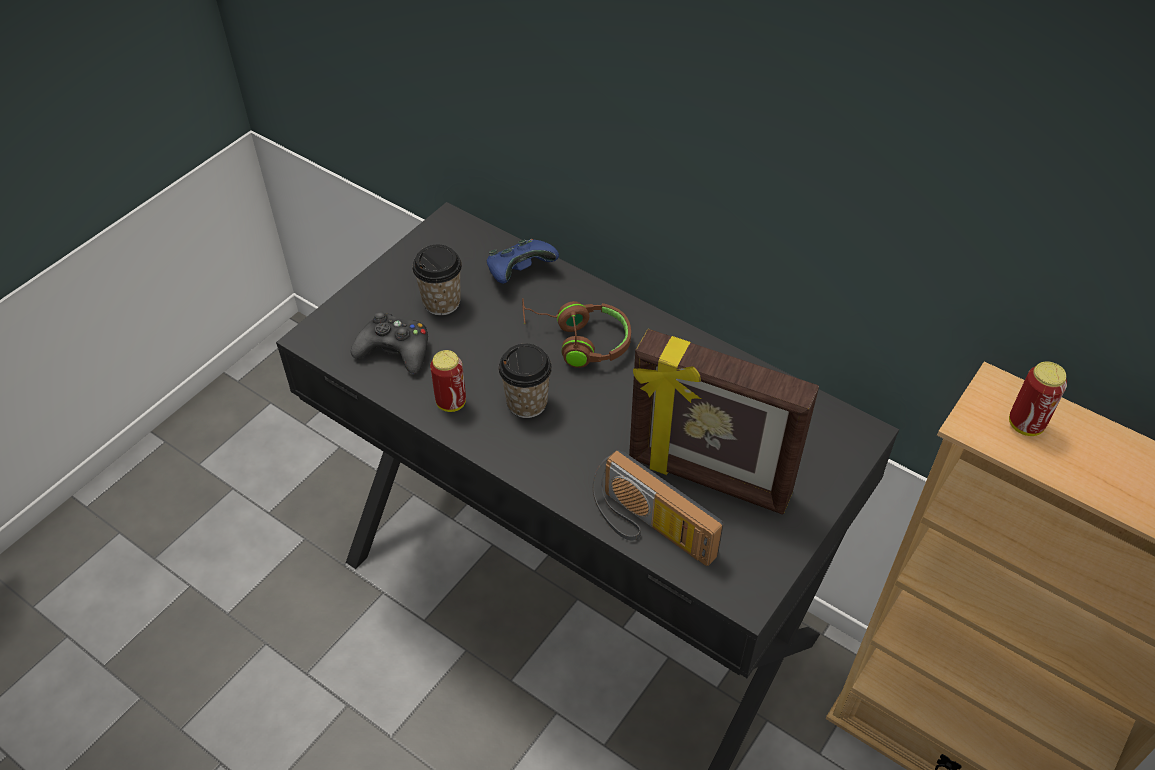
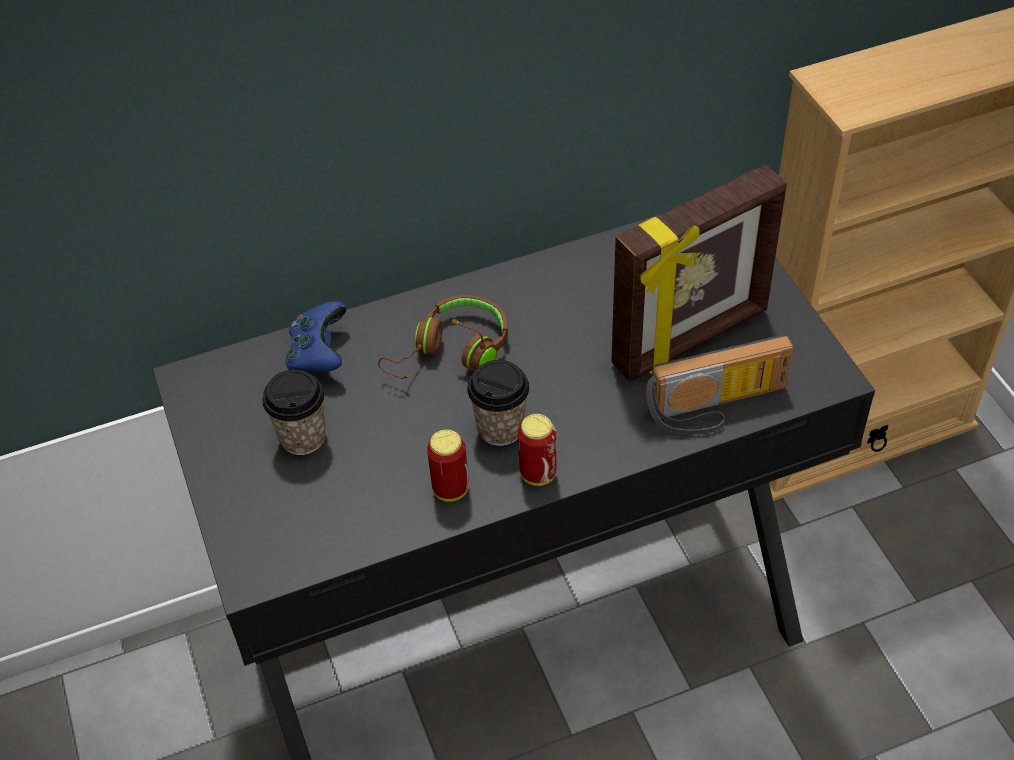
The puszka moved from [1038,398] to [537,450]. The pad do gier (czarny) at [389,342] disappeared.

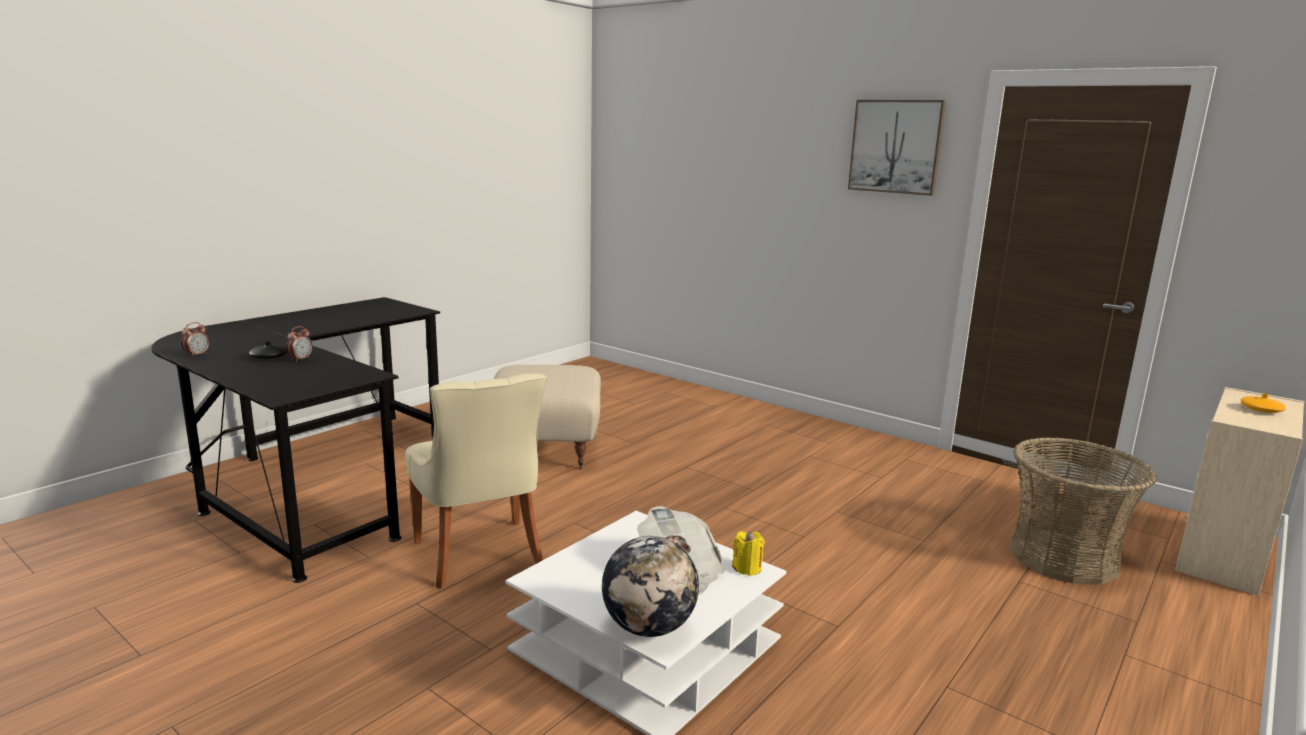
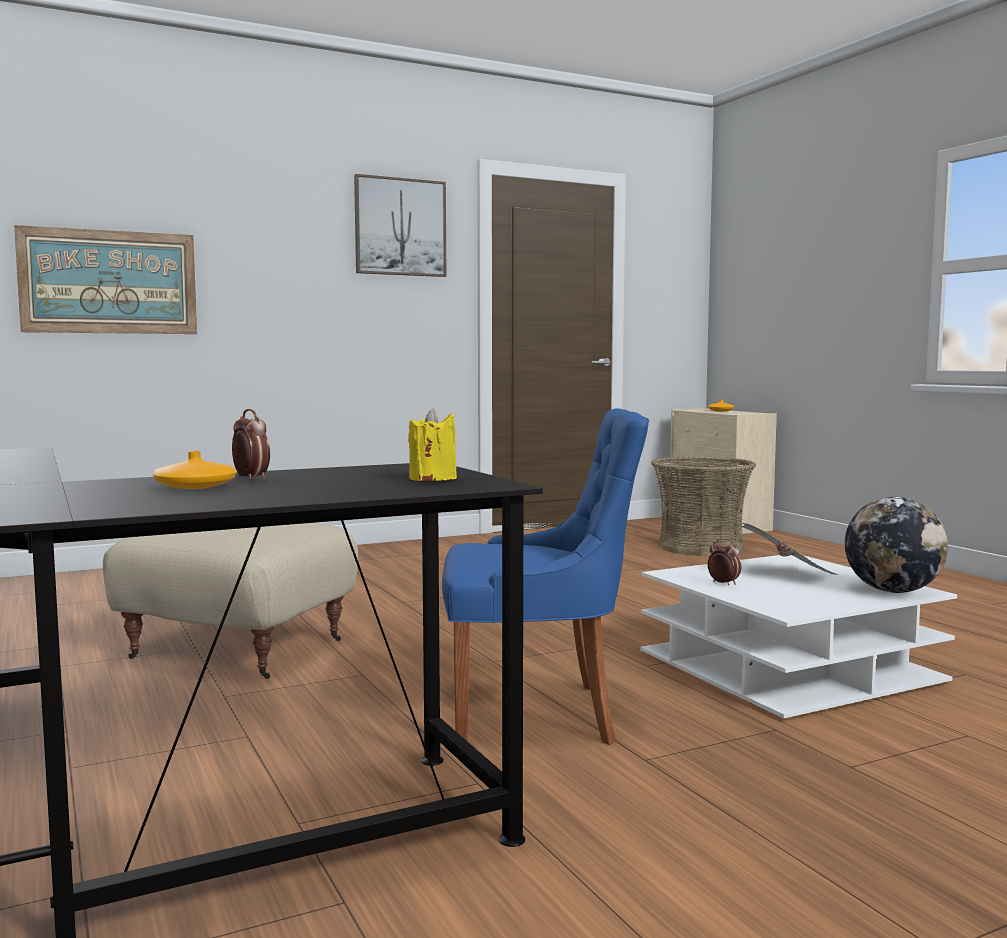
The obraz at [105,279] appeared. The wazon (czarny) at [268,350] became the wazon (pomarańczowy) at [195,470]. The świeca (żółty) moved from [748,553] to [432,445]. The krzesło (beżowy) at [476,480] became the krzesło (niebieski) at [545,576]. The budzik moved from [195,339] to [724,561].

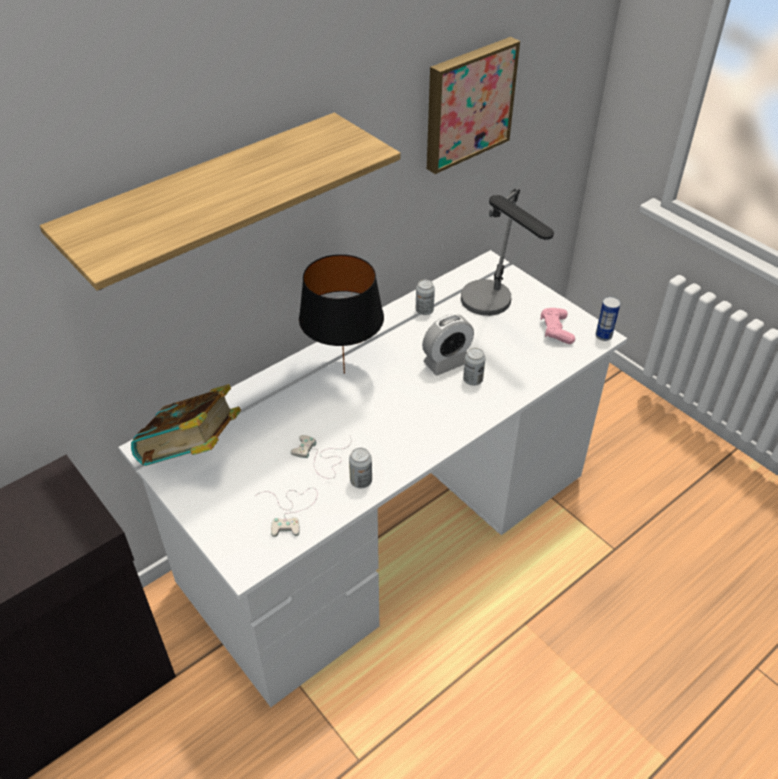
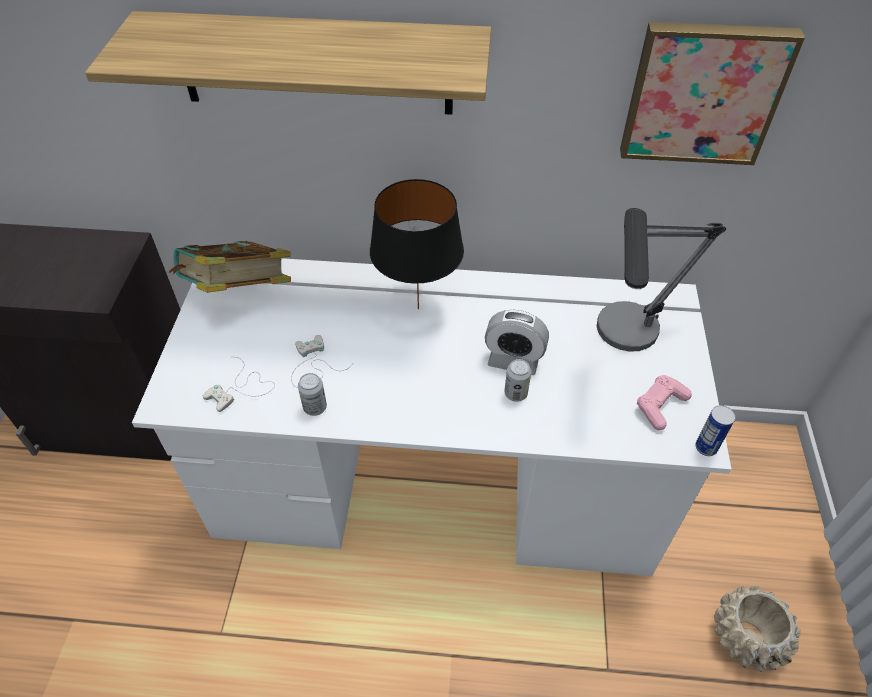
The donica (beżowy) at [757,629] appeared. The puszka at [425,297] disappeared.

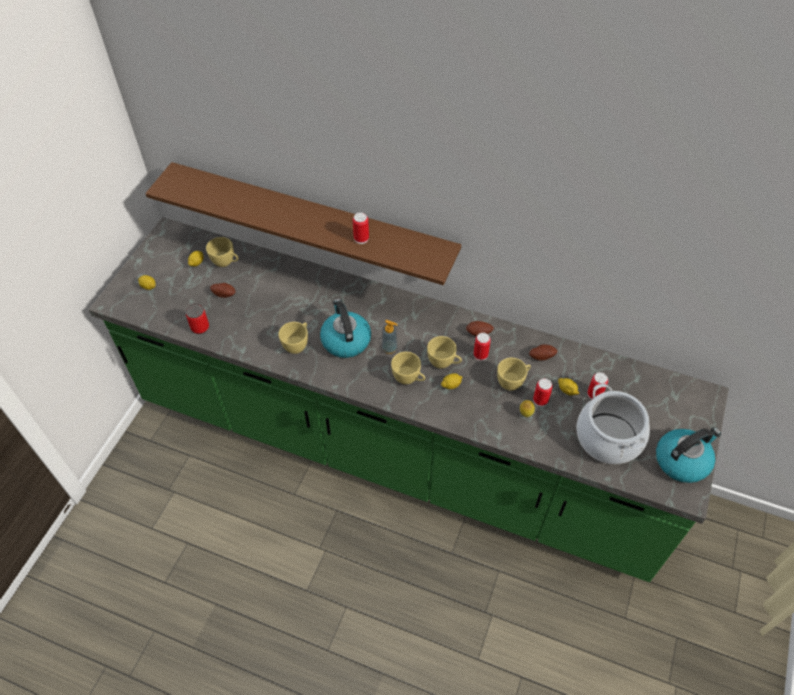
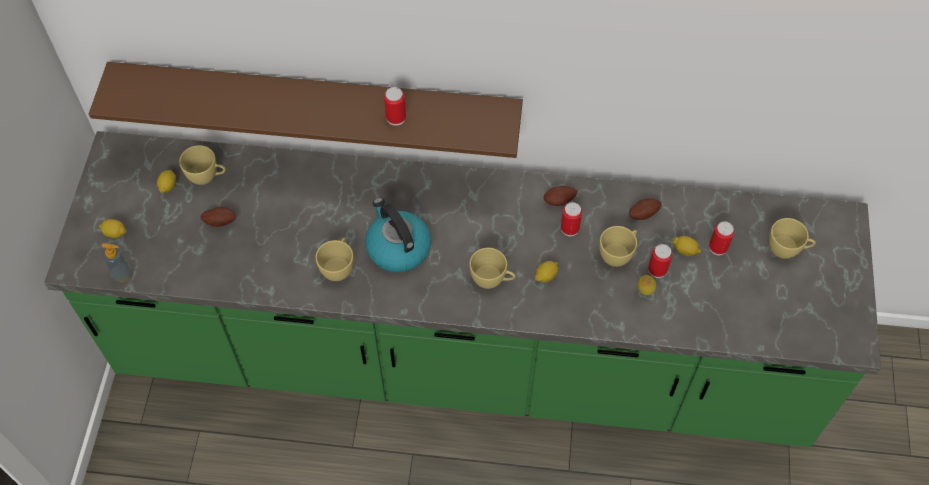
The dozownik mydła moved from [389,337] to [117,262]. The filiżanka (żółty) moved from [444,352] to [792,238]. The puszka at [197,318] disappeared. The garnek at [613,424] disappeared. The czajnik at [688,455] disappeared.

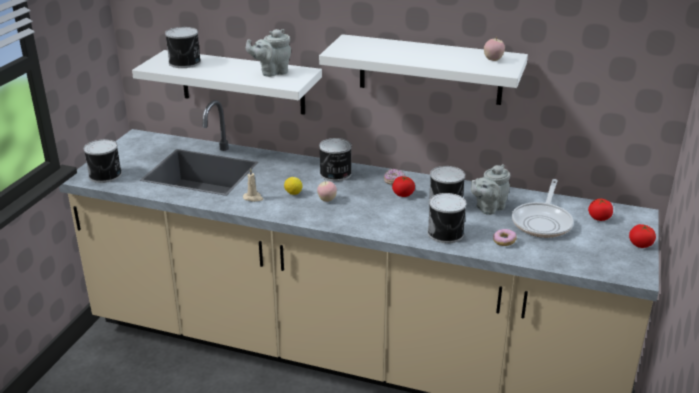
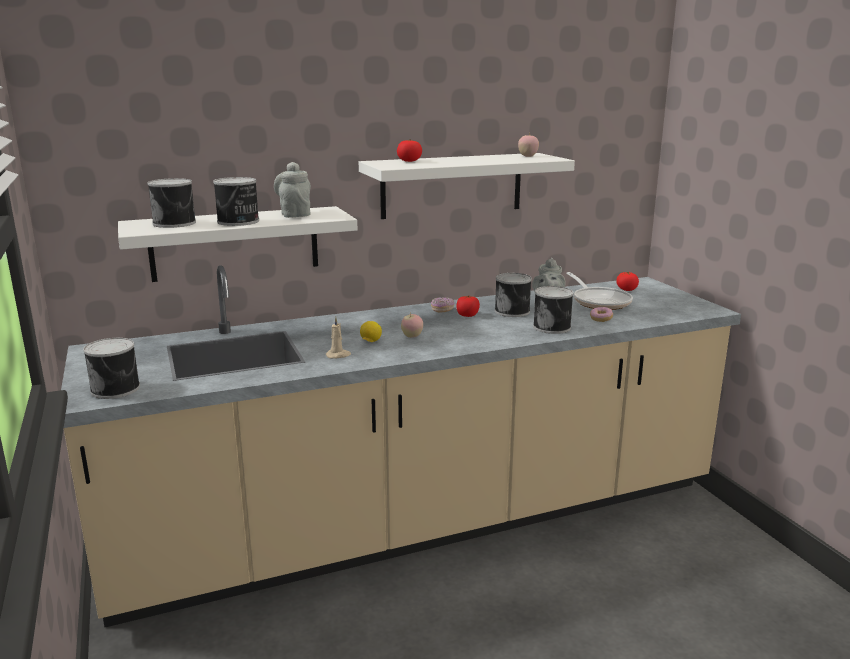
The puszka moved from [335,159] to [236,201]. The imbryk (szary) at [268,53] turned 135 degrees clockwise. The pomidor moved from [642,236] to [409,150].

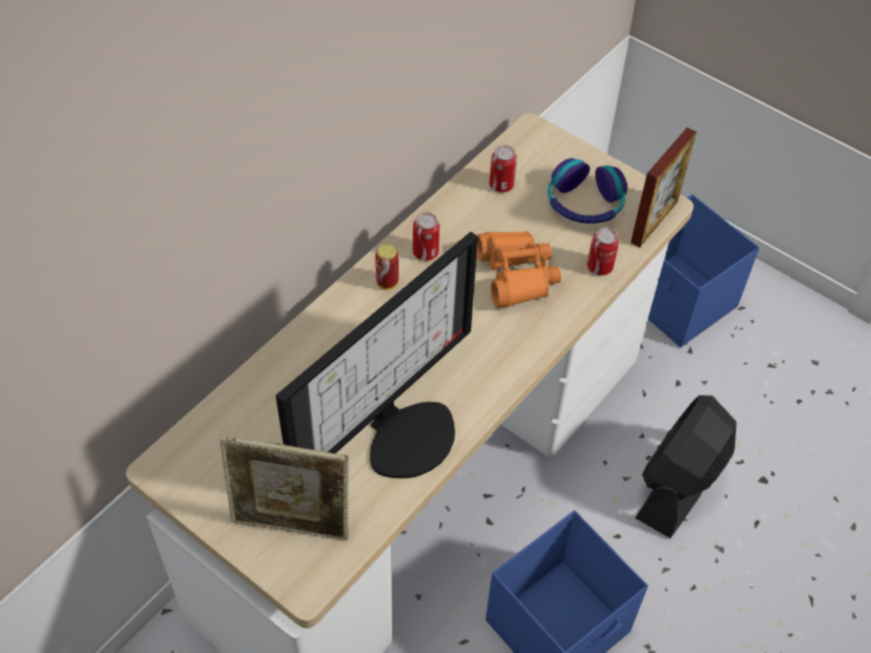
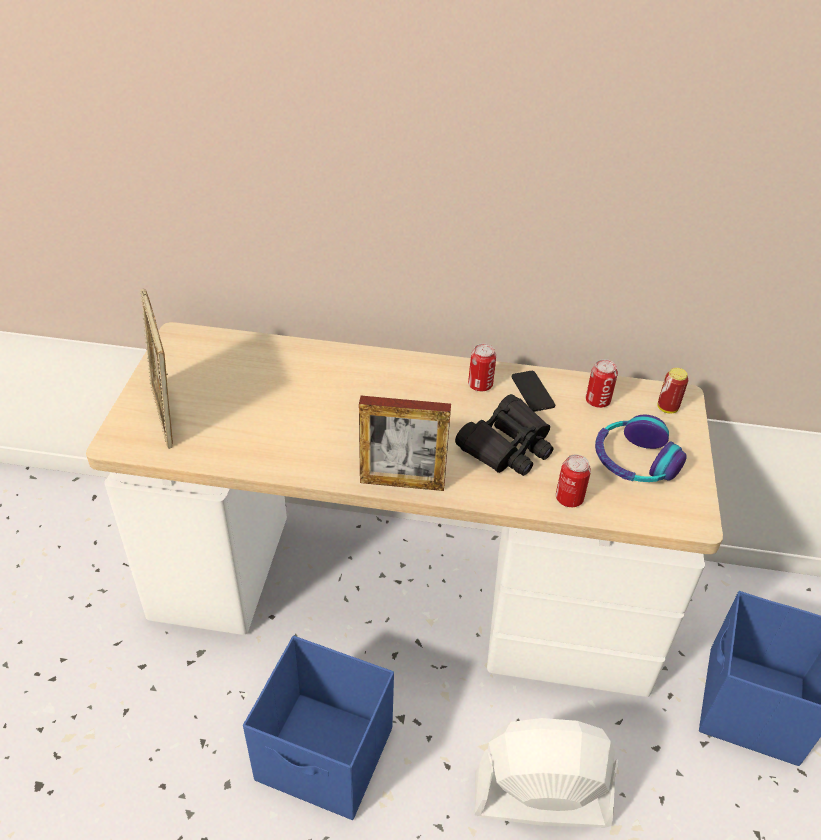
The ramka na zdjęcie moved from [664,187] to [405,443]. The lornetka (pomarańczowy) at [519,269] became the lornetka (czarny) at [504,435]. The wentylator (czarny) at [685,466] became the wentylator (biały) at [546,772]. The telefon at [533,391] appeared. The puszka moved from [387,267] to [673,391]. The monitor at [377,355] disappeared.

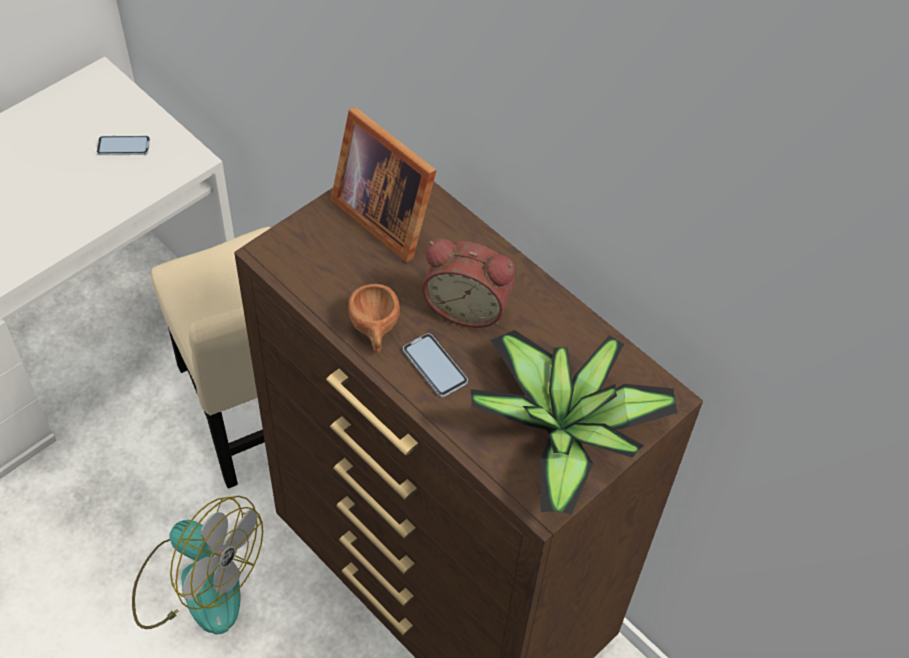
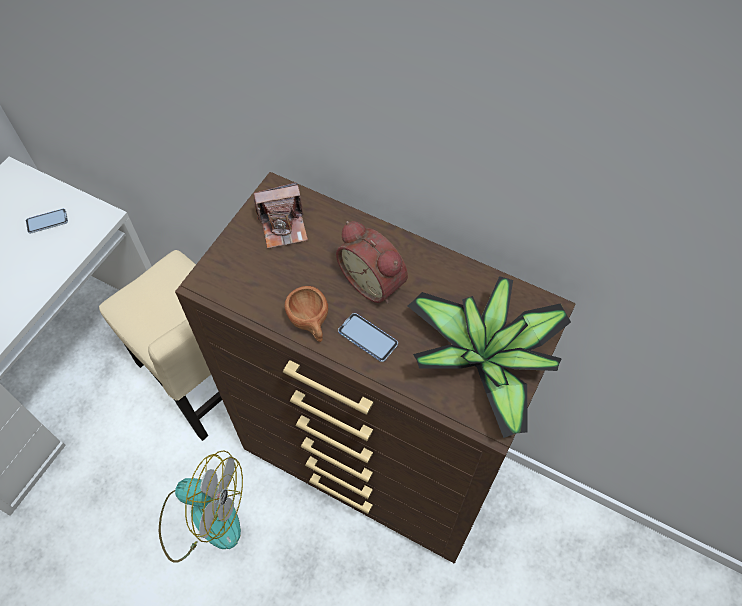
The ramka na zdjęcie at [384,185] was replaced by the aparat fotograficzny at [281,215]. The budzik at [468,283] turned 45 degrees clockwise.

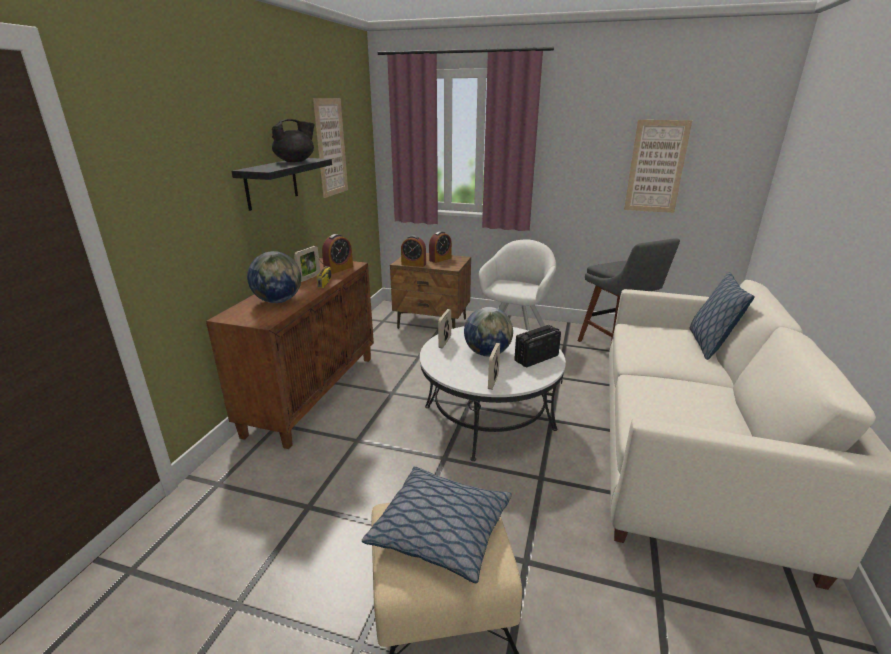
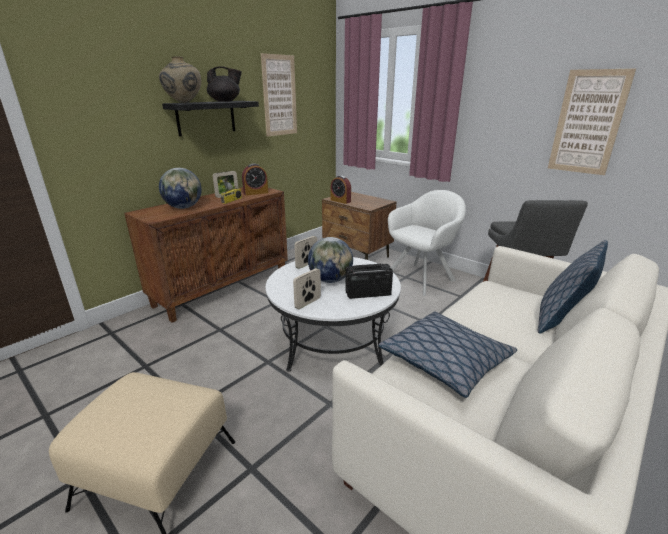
The wazon (beżowy) at [180,79] appeared. The poduszka moved from [437,524] to [447,354]. The budzik at [440,247] disappeared.

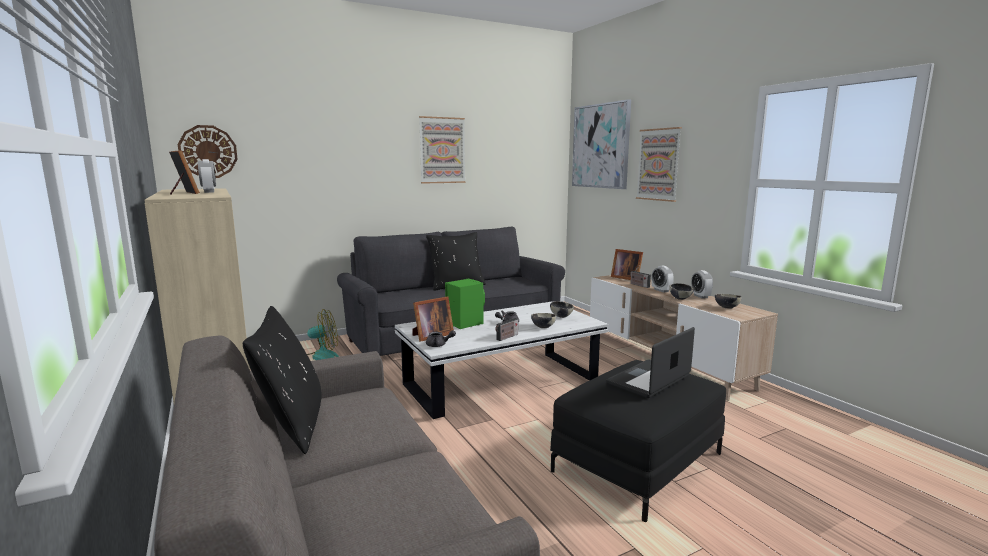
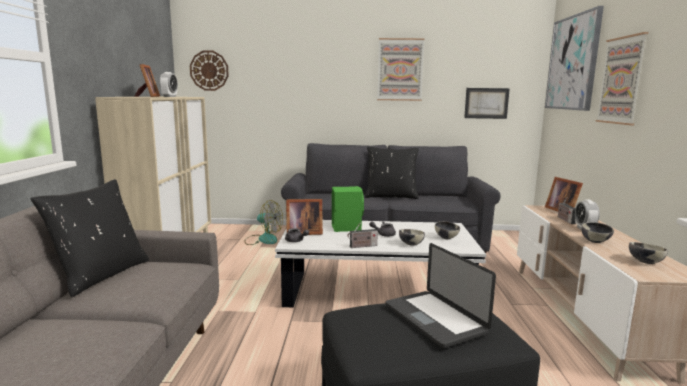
The laptop at [650,362] turned 105 degrees counterclockwise. The obraz at [487,103] appeared. The budzik at [702,284] disappeared.

